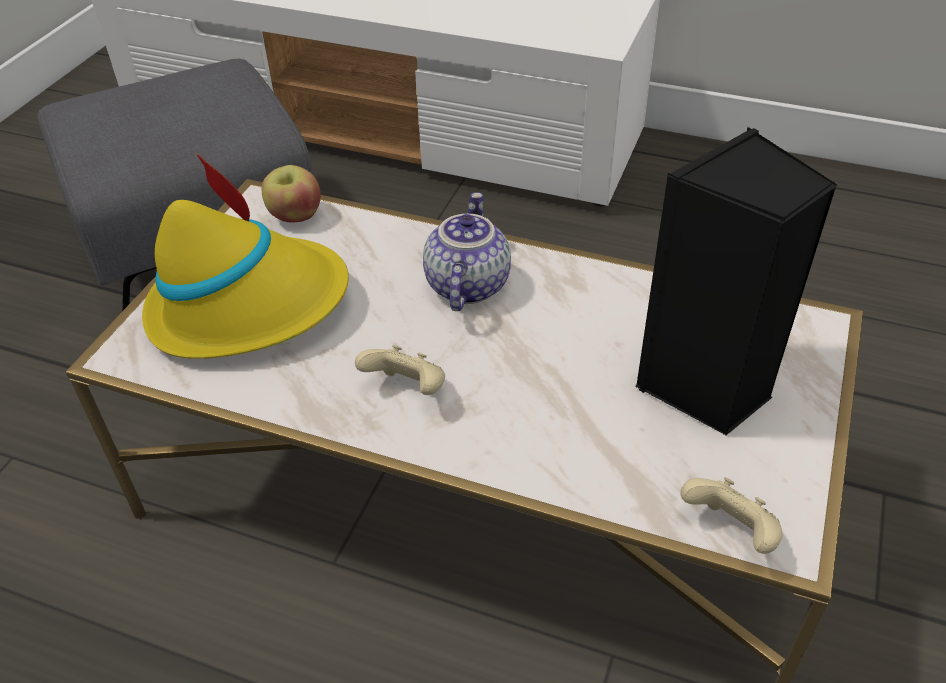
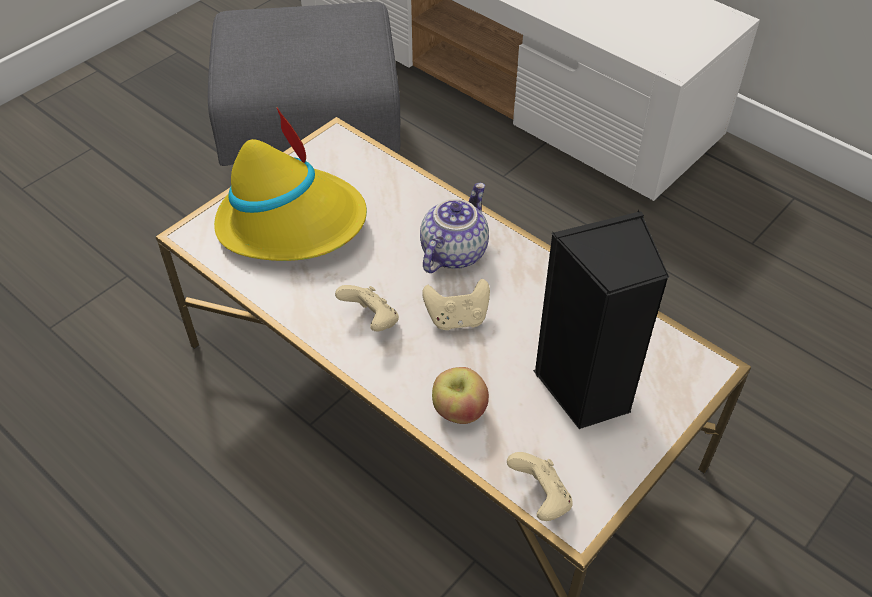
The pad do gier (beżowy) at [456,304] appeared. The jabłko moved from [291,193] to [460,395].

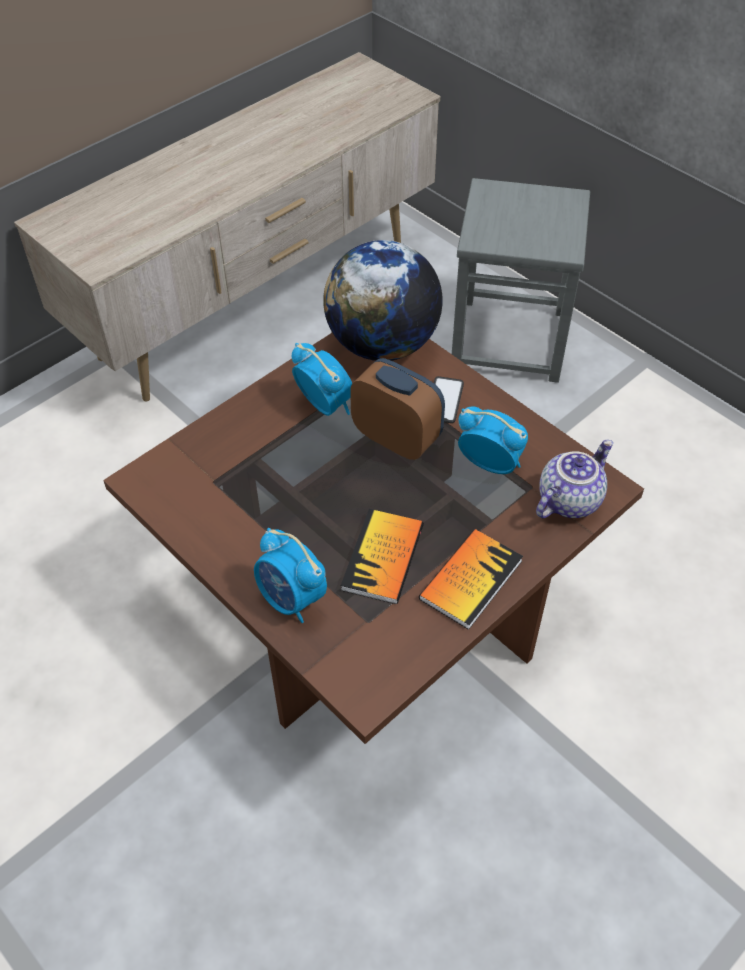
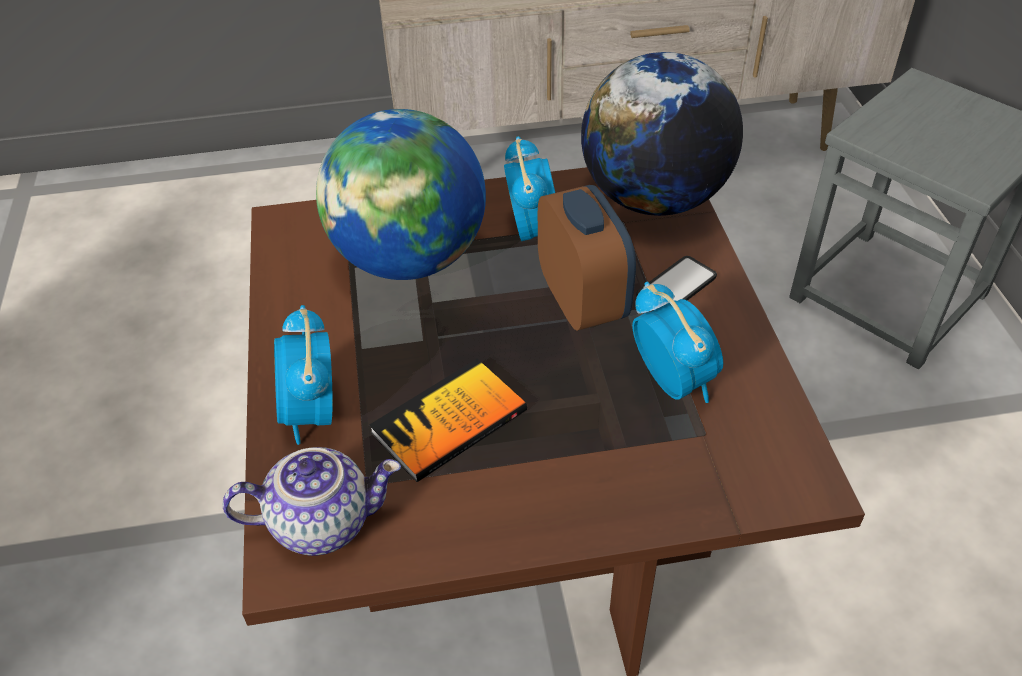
The imbryk moved from [574,479] to [311,501]. The globus at [401,194] appeared. The książka at [471,579] disappeared.

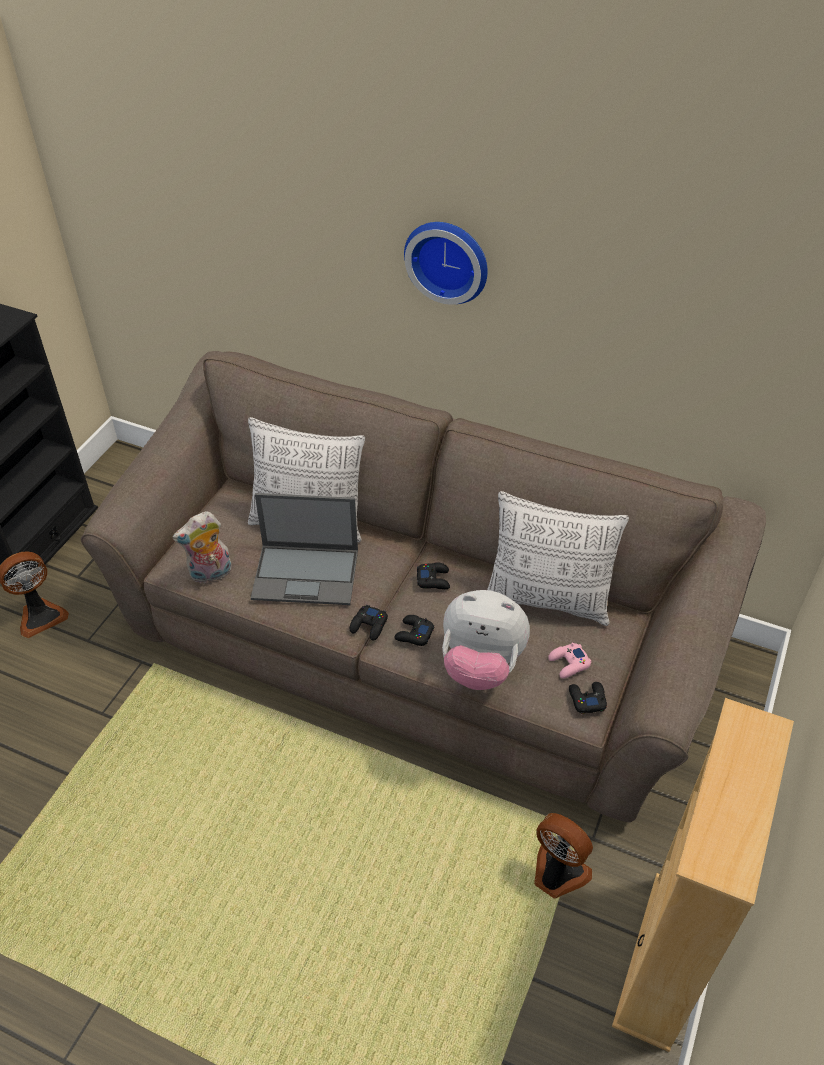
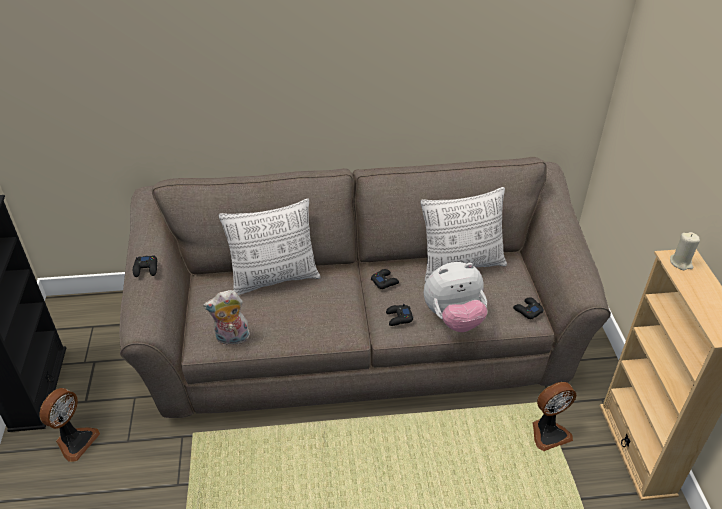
The pad do gier (czarny) moved from [369,623] to [145,266]. The pluszak at [202,547] turned 45 degrees clockwise. The wentylator at [563,856] turned 150 degrees clockwise. The świeca (beżowy) at [685,251] appeared. The laptop at [304,549] disappeared. The zegar ścienny at [446,263] disappeared. The pad do gier (różowy) at [569,660] disappeared.

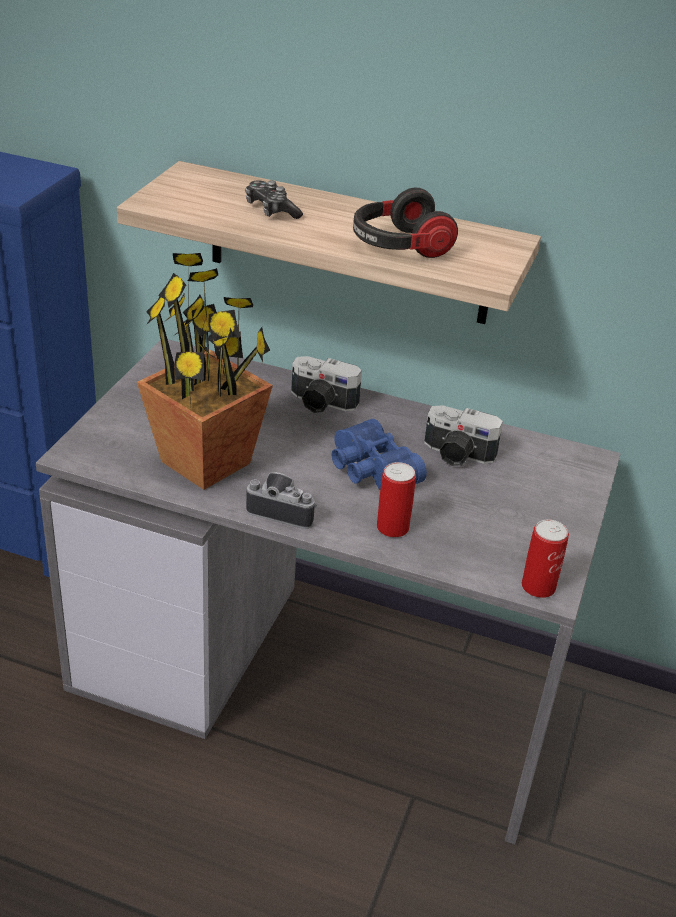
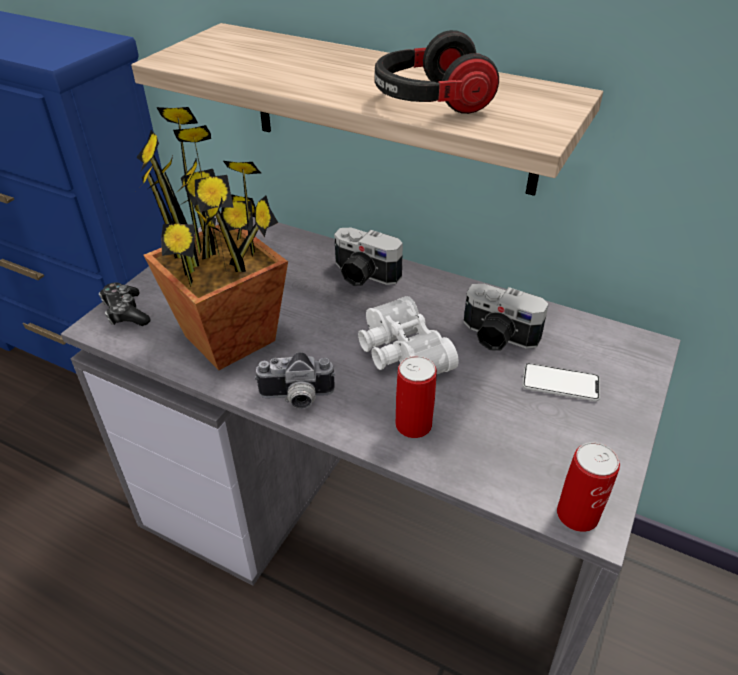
The pad do gier moved from [274,199] to [124,304]. The aparat fotograficzny at [281,500] turned 150 degrees clockwise. The lornetka (niebieski) at [379,454] became the lornetka (biały) at [408,335]. The telefon at [561,382] appeared.

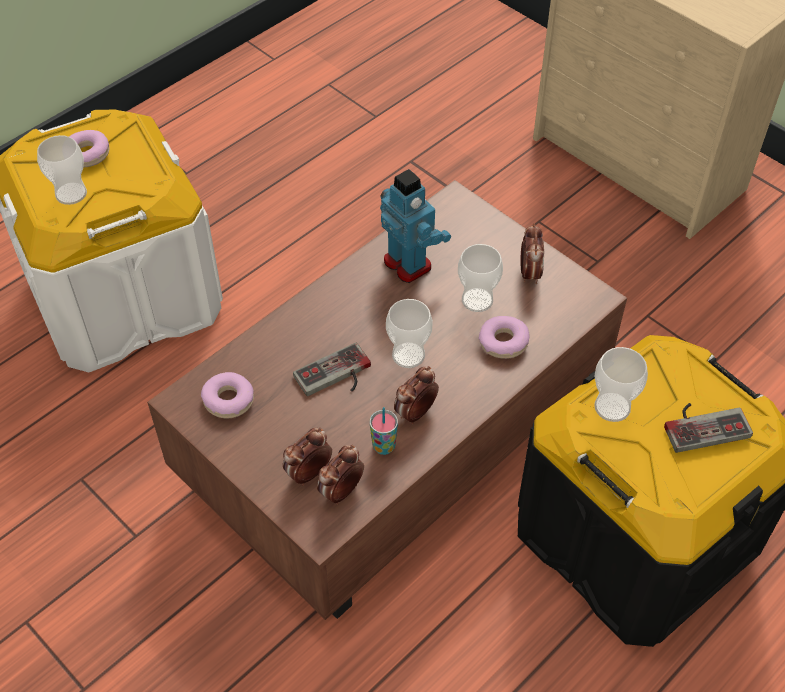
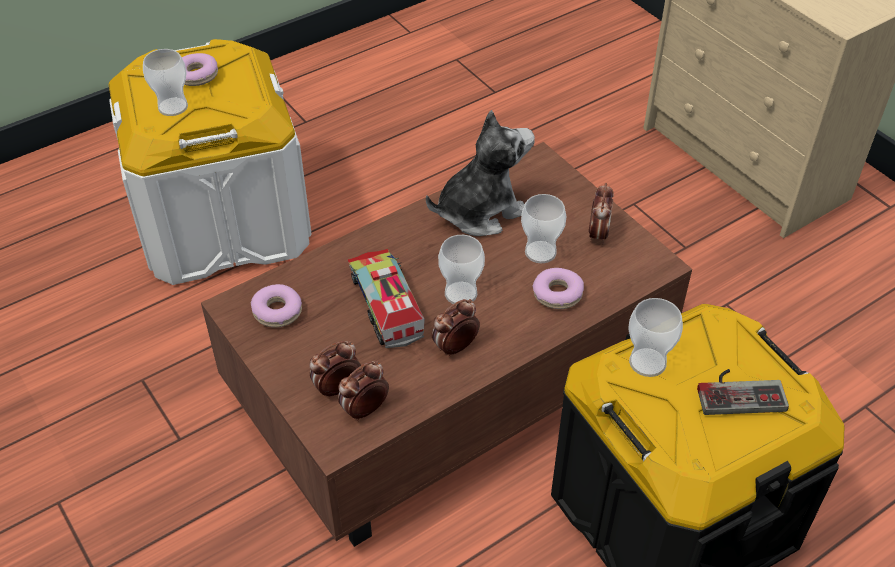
The pad do gier at [332,369] was replaced by the ciężarówka zabawkowa at [386,298]. The robot zabawkowy at [415,226] was replaced by the pluszak at [480,173]. The filiżanka at [384,431] disappeared.

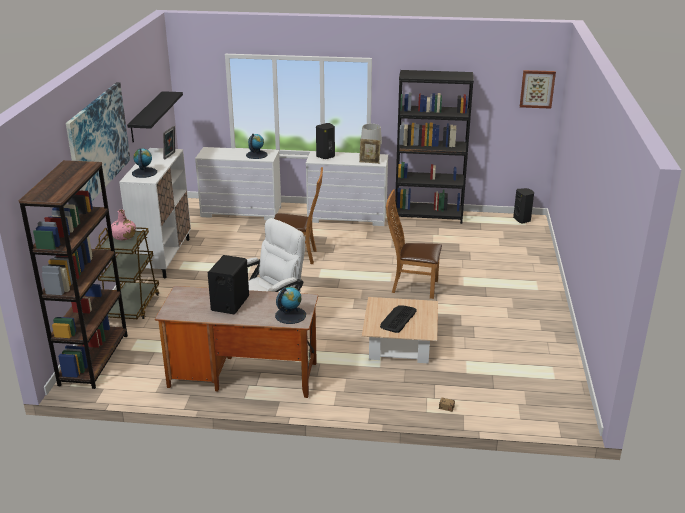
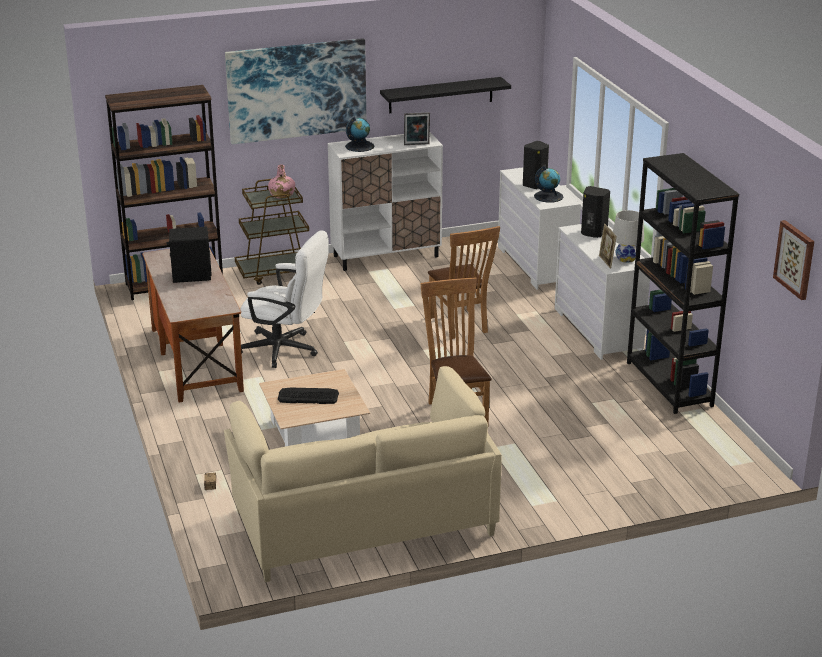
The kanapa (beżowy) at [363,474] appeared. The głośnik (czarny) moved from [523,205] to [536,165]. The globus at [290,305] disappeared.

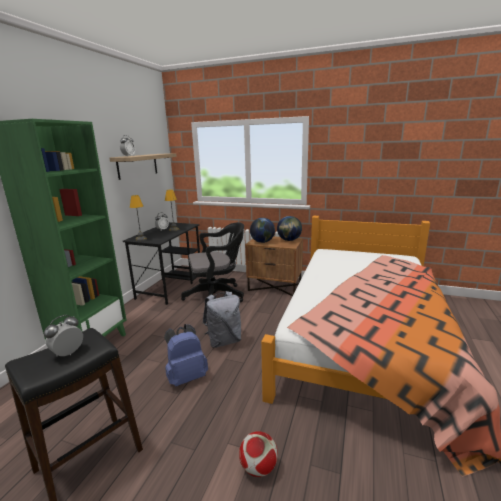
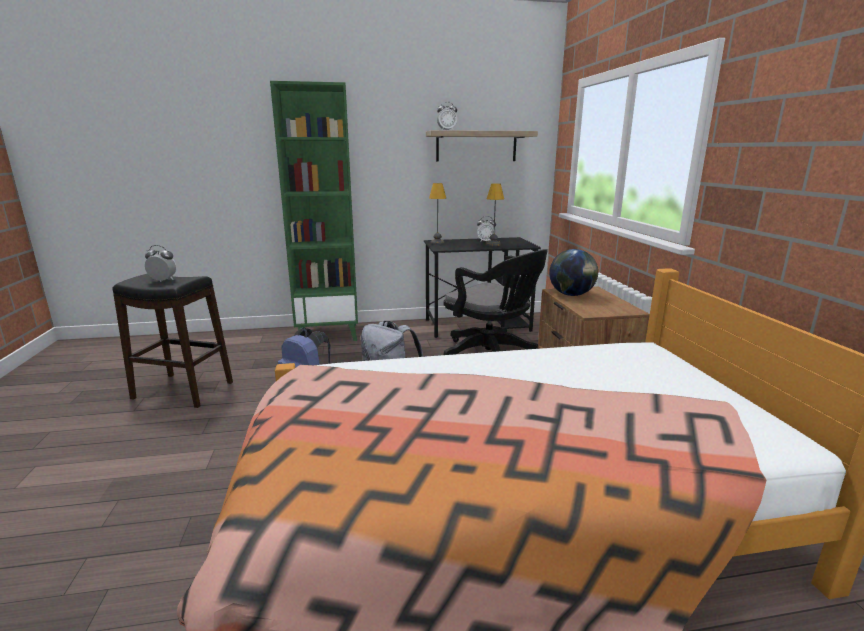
The piłka futbolowa at [258,454] disappeared. The globus at [289,228] disappeared.

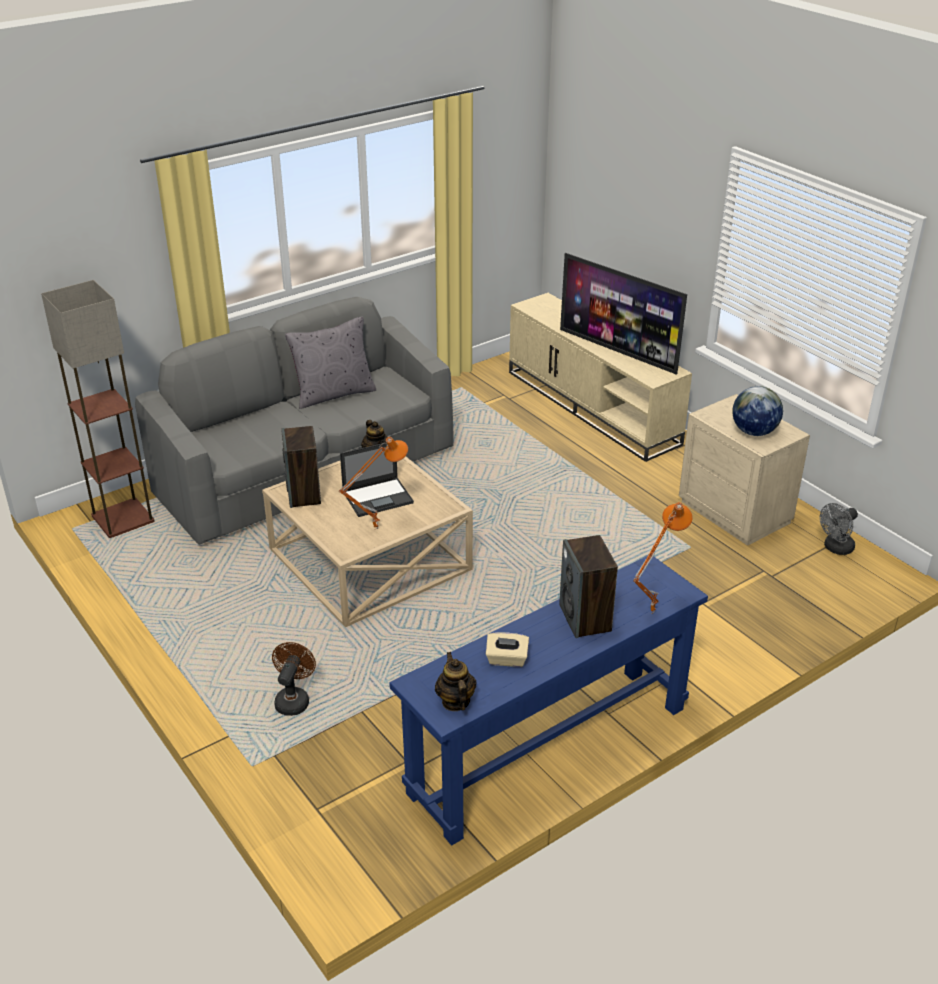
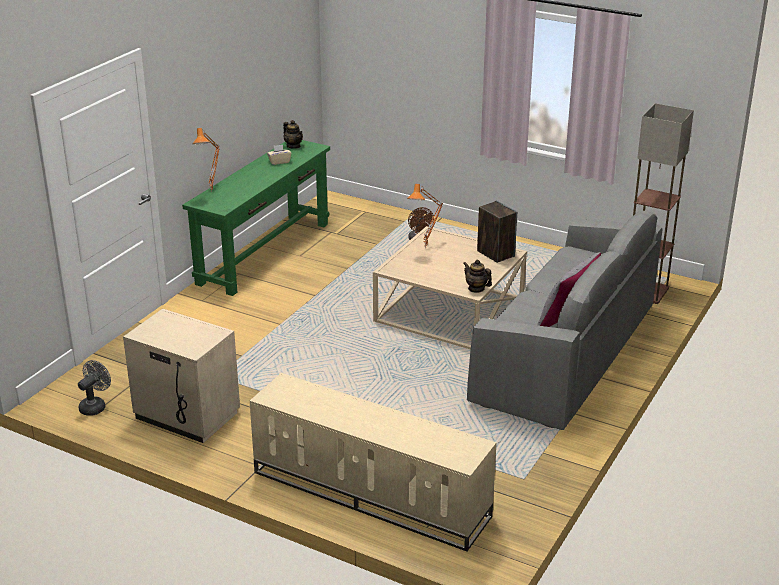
The stolik konsolowy (niebieski) at [548,701] became the stolik konsolowy (zielony) at [256,218]. The laptop at [377,478] disappeared. The głośnik at [588,586] disappeared. The telewizor at [623,314] disappeared. The globus at [757,411] disappeared.

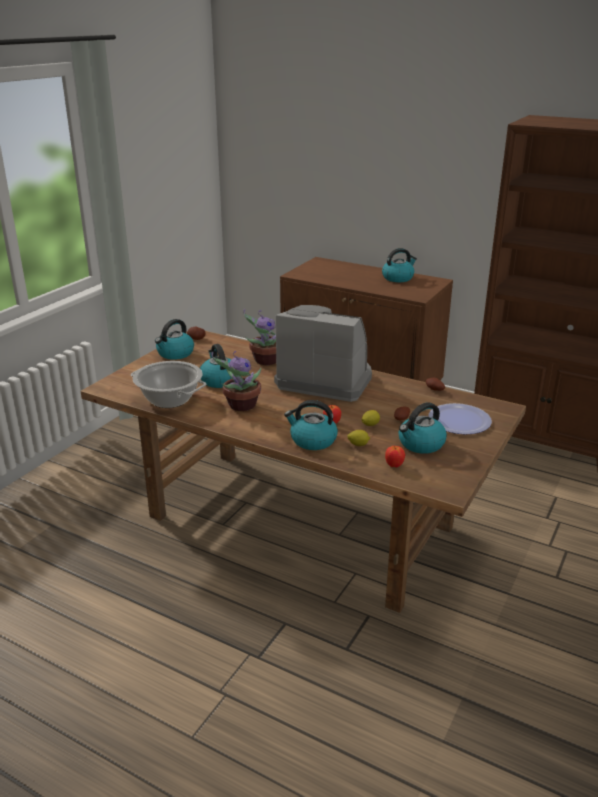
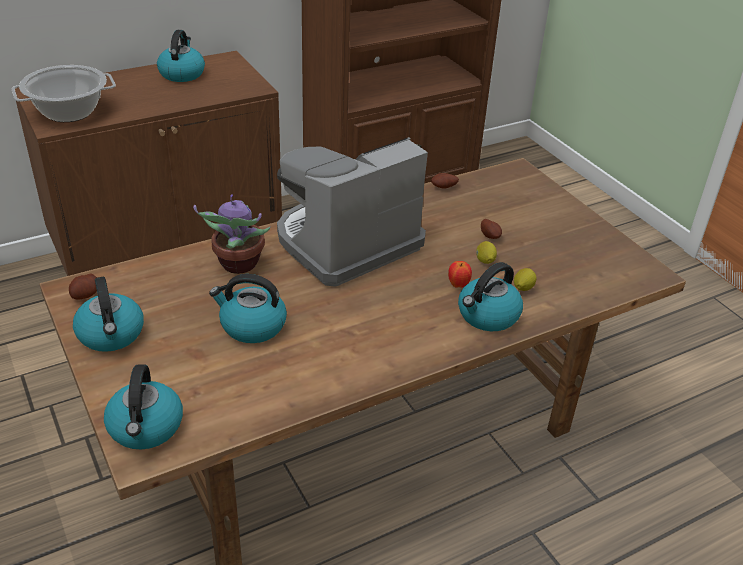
The garnek moved from [168,384] to [64,93]. The czajnik moved from [423,428] to [143,406]. The roślina doniczkowa at [236,381] disappeared. The jabłko at [395,457] disappeared. The talerz at [460,418] disappeared.

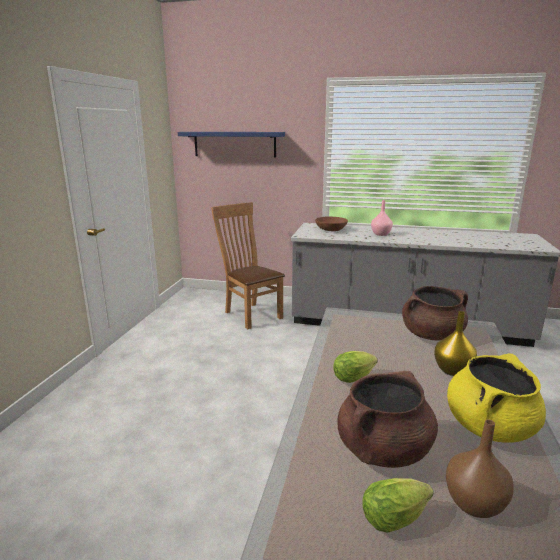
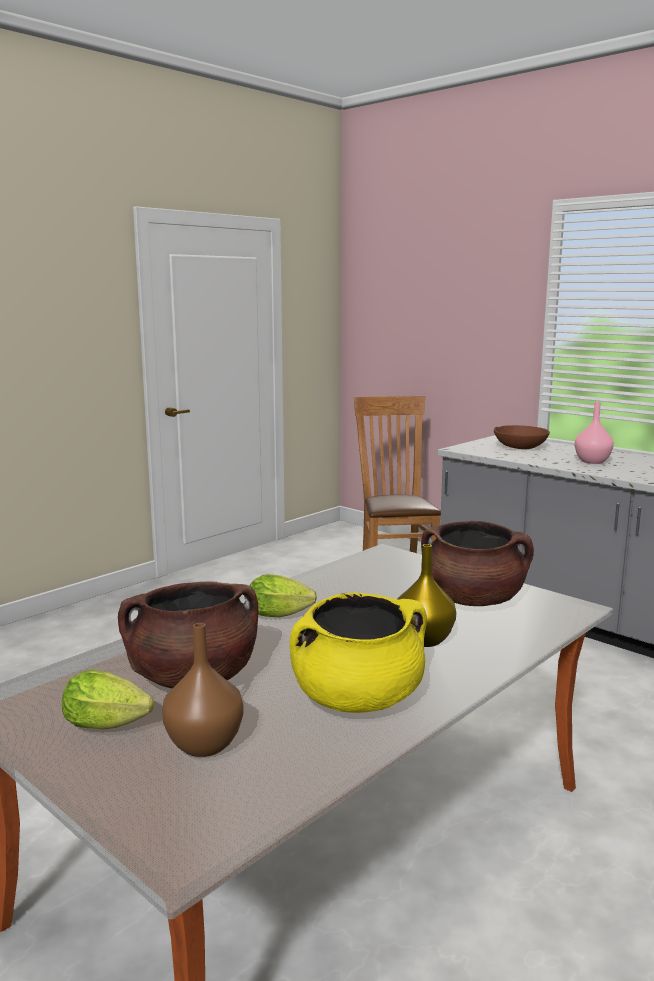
The półka (niebieski) at [231,145] disappeared.

